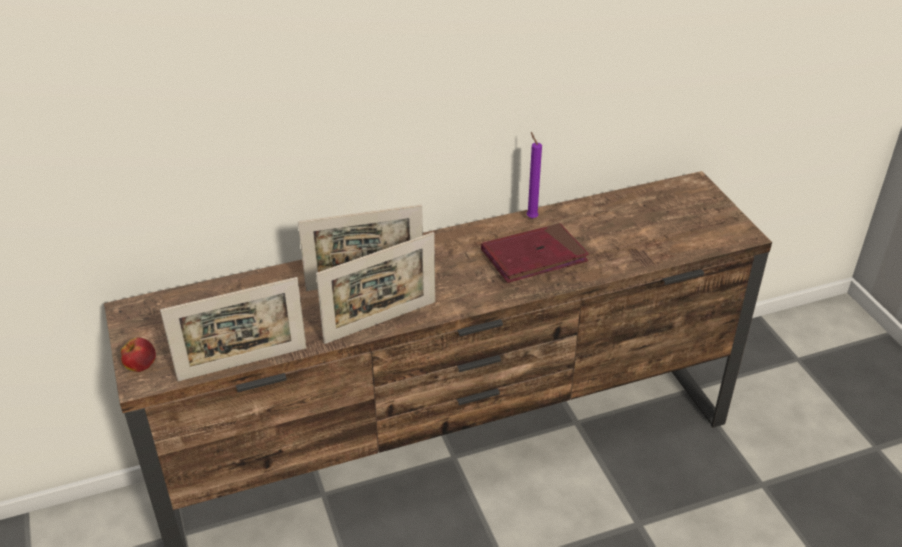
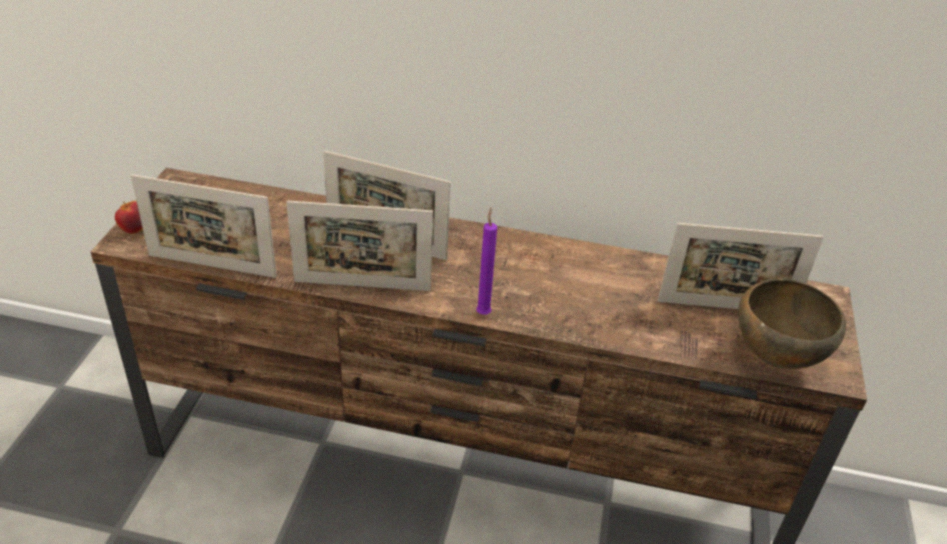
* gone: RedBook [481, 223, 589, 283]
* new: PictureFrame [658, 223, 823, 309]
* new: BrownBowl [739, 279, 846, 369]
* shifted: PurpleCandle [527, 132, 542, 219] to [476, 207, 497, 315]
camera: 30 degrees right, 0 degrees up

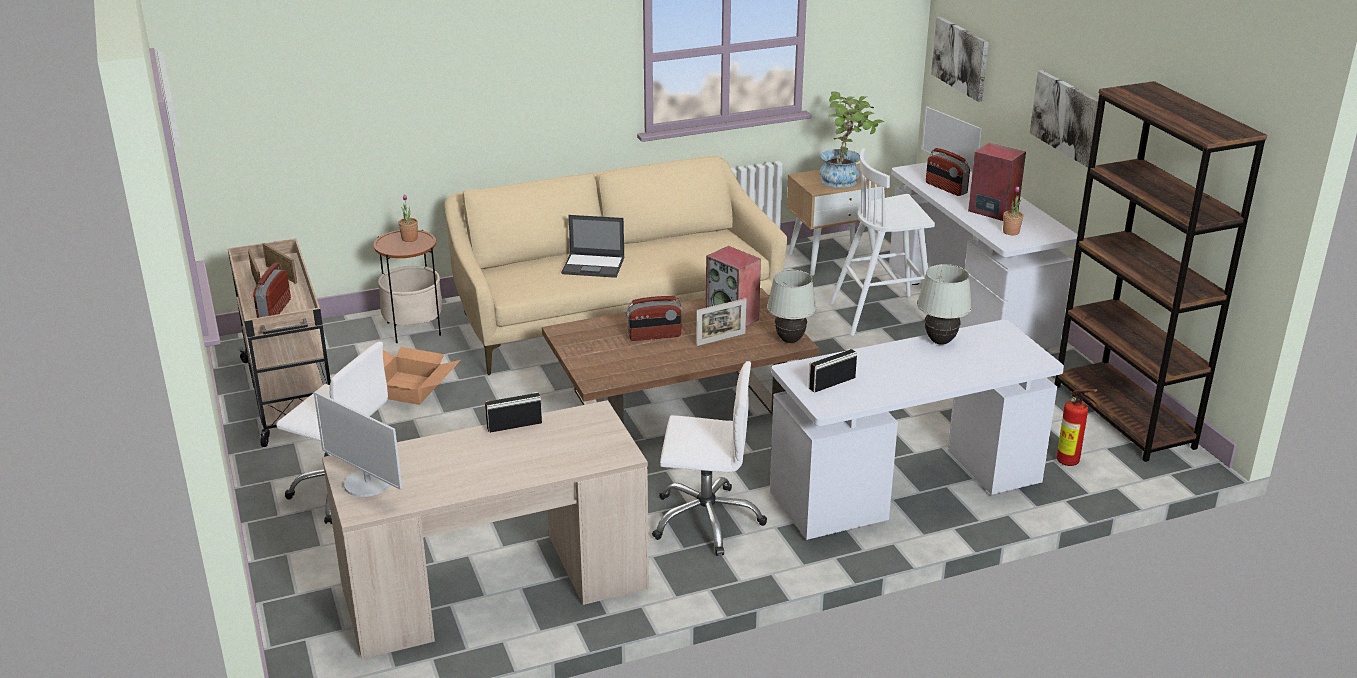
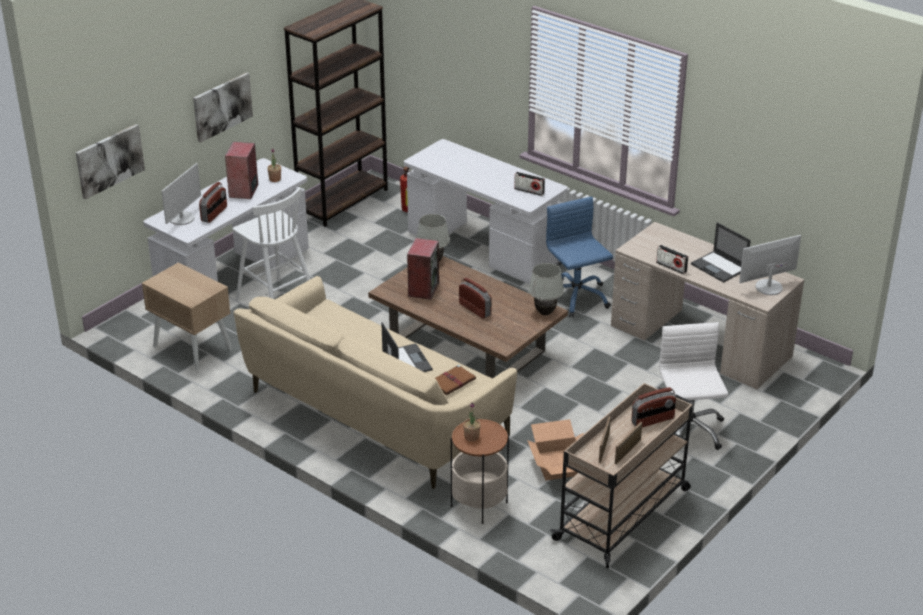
* gone: PictureFrame [696, 298, 747, 346]
* gone: PottedPlant [820, 92, 884, 188]
* new: BrownBook [435, 365, 476, 395]
* new: Laptop [691, 223, 751, 283]
* shifted: WhiteTableLamp [917, 264, 972, 345] to [528, 263, 564, 315]
* repainted: WhiteOfficeChair [652, 361, 767, 556] to BlueOfficeChair [546, 197, 613, 318]
* rotated: Monitor [314, 391, 402, 497] = [739, 235, 801, 295] 120 degrees counterclockwise
camera: 120 degrees left, 5 degrees up

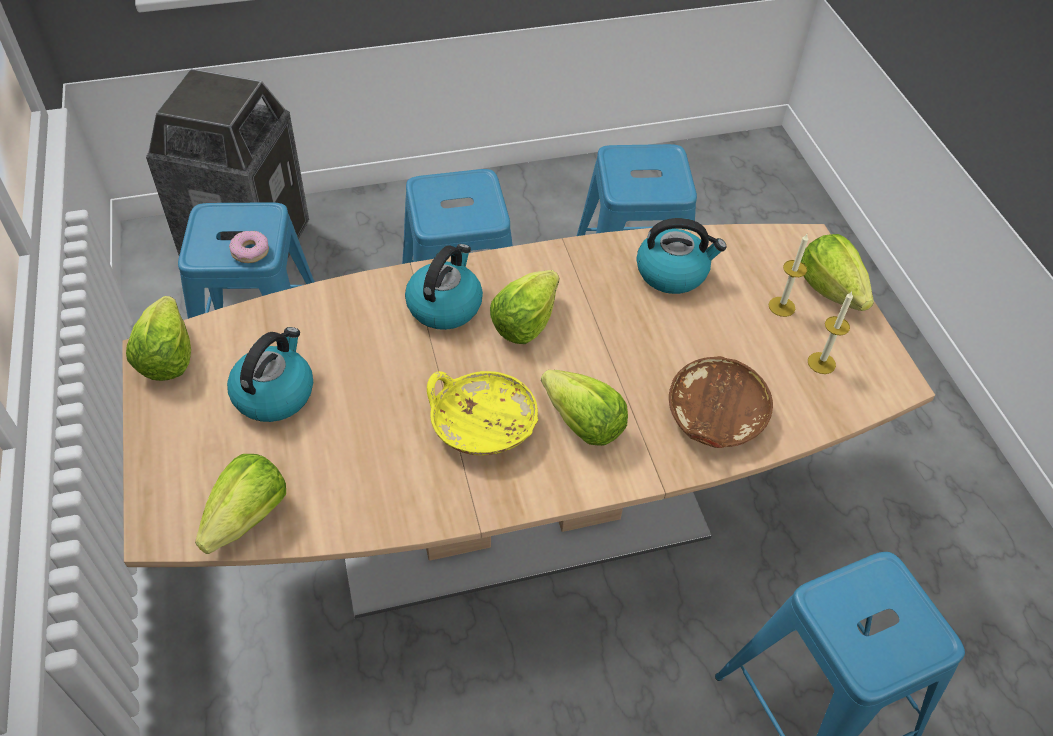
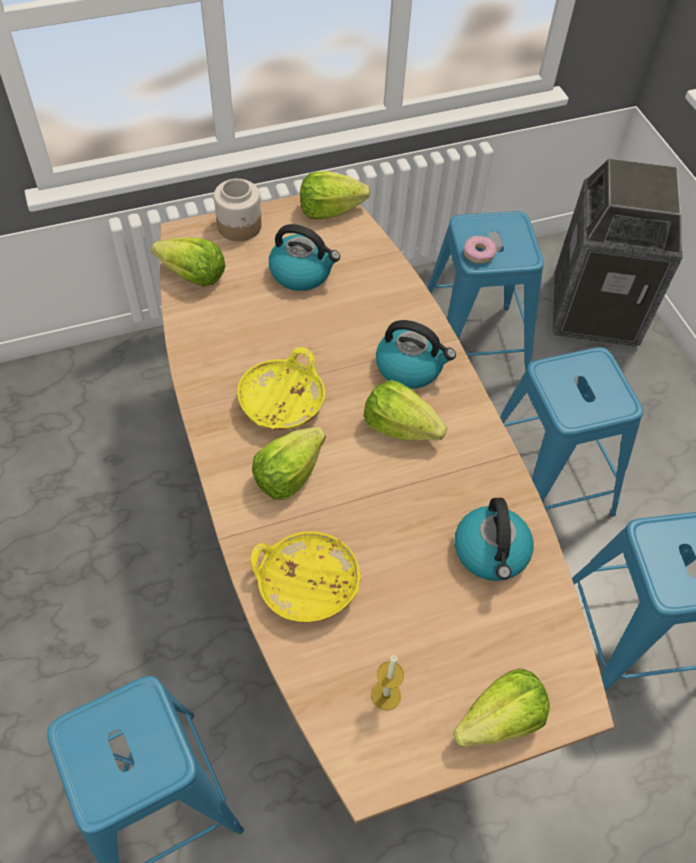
* gone: Candle [768, 234, 808, 317]
* new: Jar [214, 179, 262, 241]
* repainted: BrownBowl [669, 356, 773, 448] to YellowBowl [250, 531, 361, 623]
camera: 85 degrees right, 5 degrees up

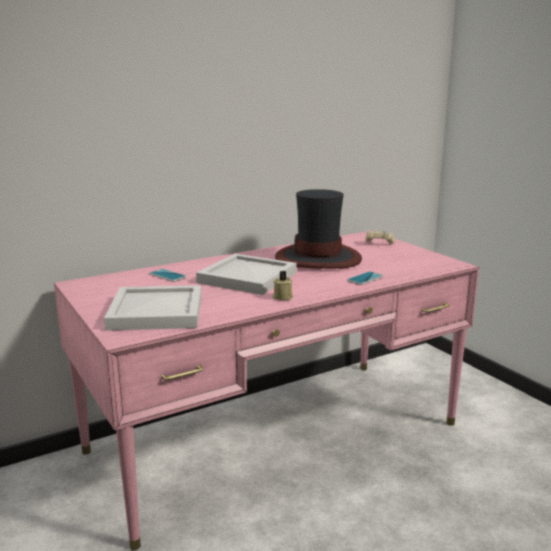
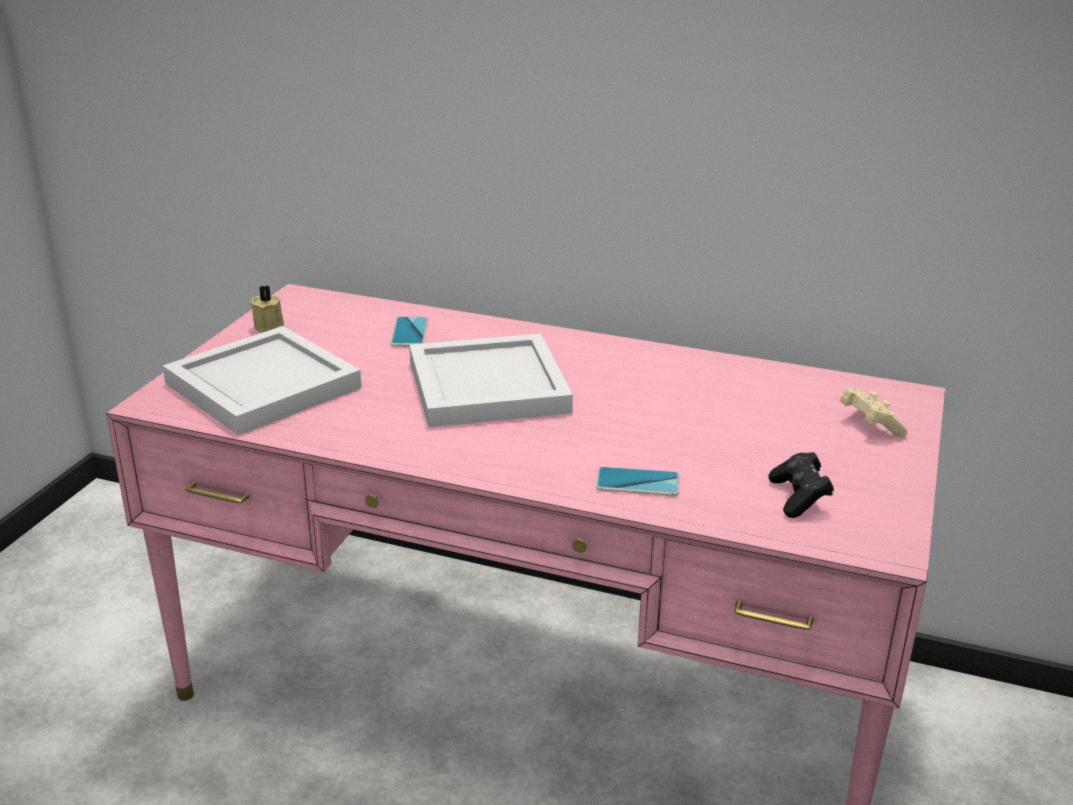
* gone: Hat [275, 189, 362, 269]
* new: BlackGameController [768, 452, 834, 518]
* shifted: BeigeCandle [273, 271, 293, 300] to [250, 286, 284, 333]
camera: 50 degrees right, 10 degrees up

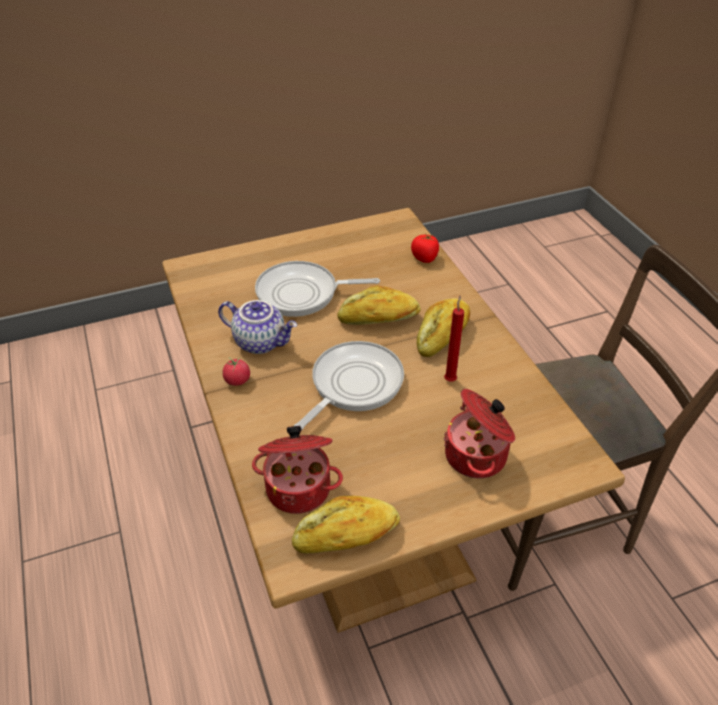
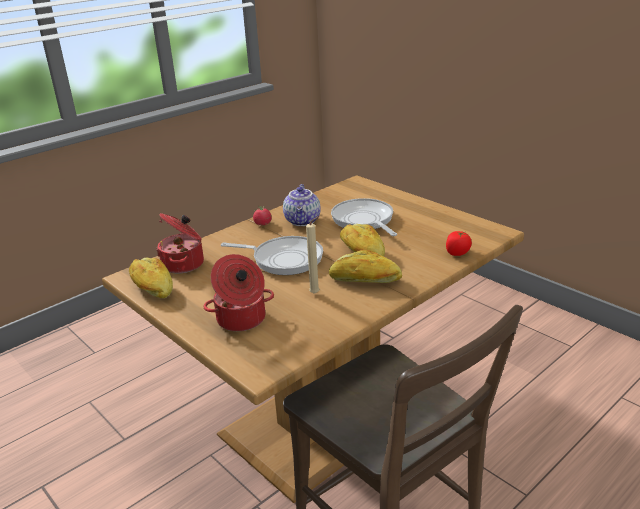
* repainted: RedCandle [444, 295, 464, 381] to BeigeCandle [306, 216, 320, 294]
camera: 70 degrees right, 15 degrees down

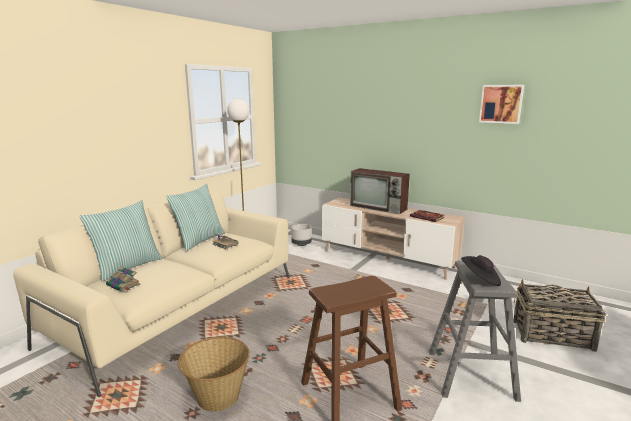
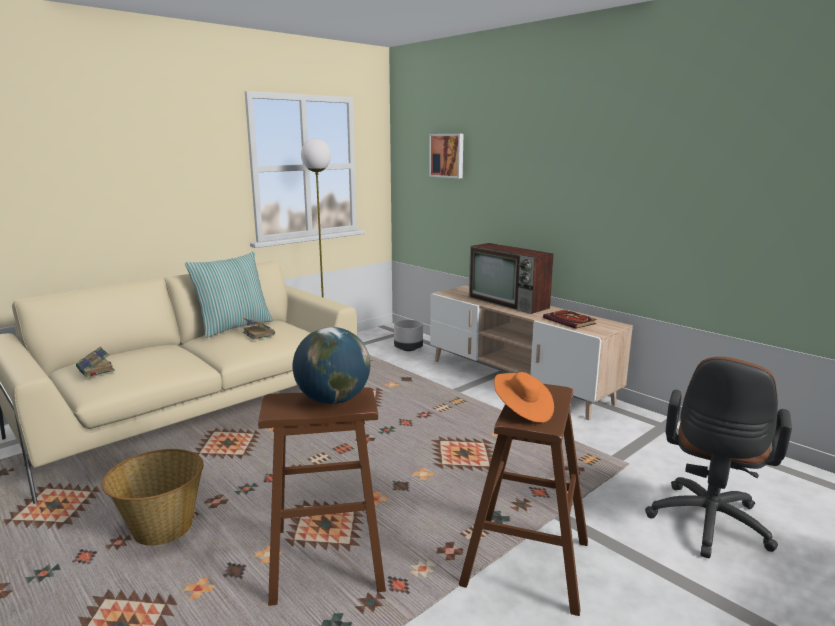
* gone: Pillow [79, 200, 163, 282]
* new: Globe [292, 327, 370, 404]
* shifted: Picture [479, 85, 524, 124] to [429, 134, 463, 178]
* swapped: Basket [514, 279, 606, 352] to BrownOfficeChair [645, 357, 792, 558]
* repainted: GreyStool [429, 261, 521, 402] to BrownStool [459, 384, 588, 616]
* repainted: BlackHat [461, 255, 501, 286] to OrangeHat [494, 372, 554, 423]
camera: 15 degrees right, 0 degrees up

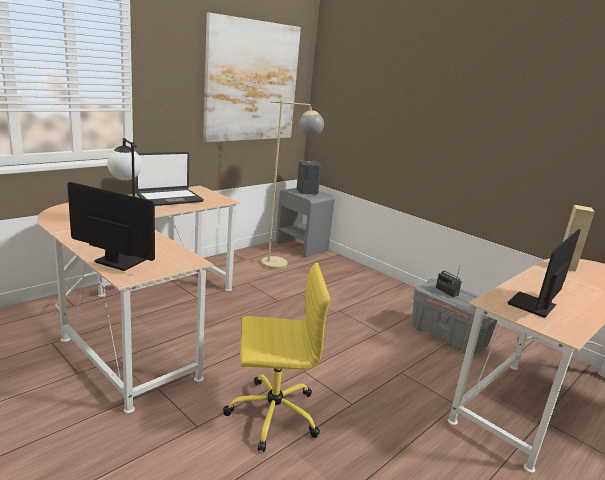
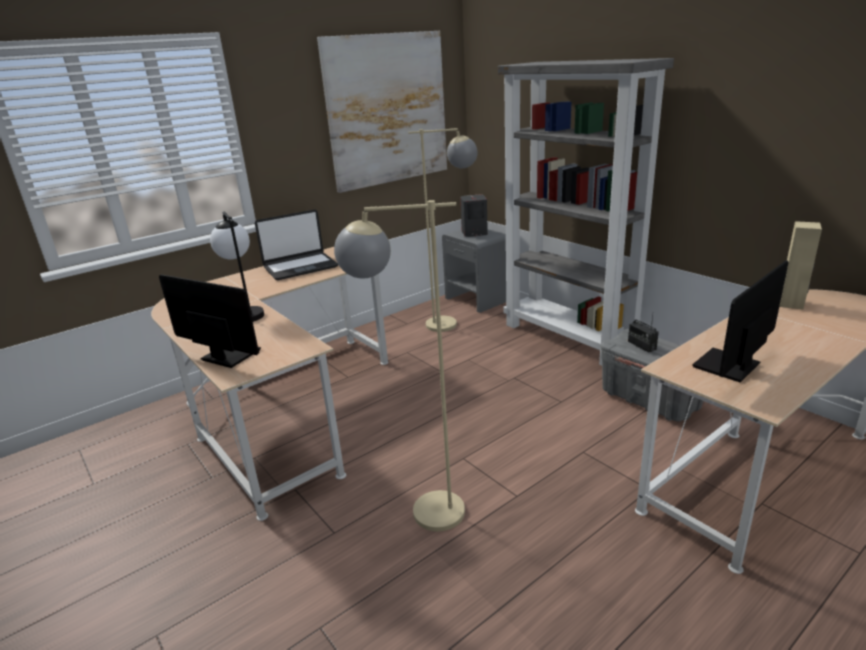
* new: GreyBookcase [498, 58, 674, 366]
* swapped: YellowOfficeChair [223, 263, 330, 452] to BeigeFloorLamp [334, 200, 465, 531]
camera: 10 degrees right, 5 degrees up

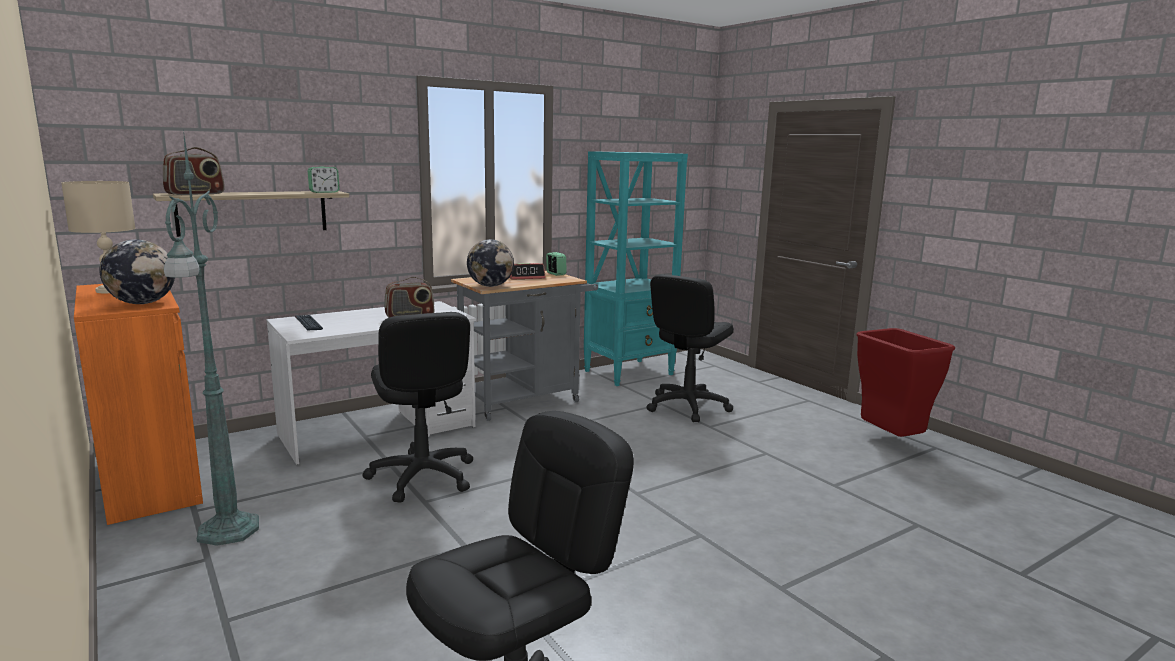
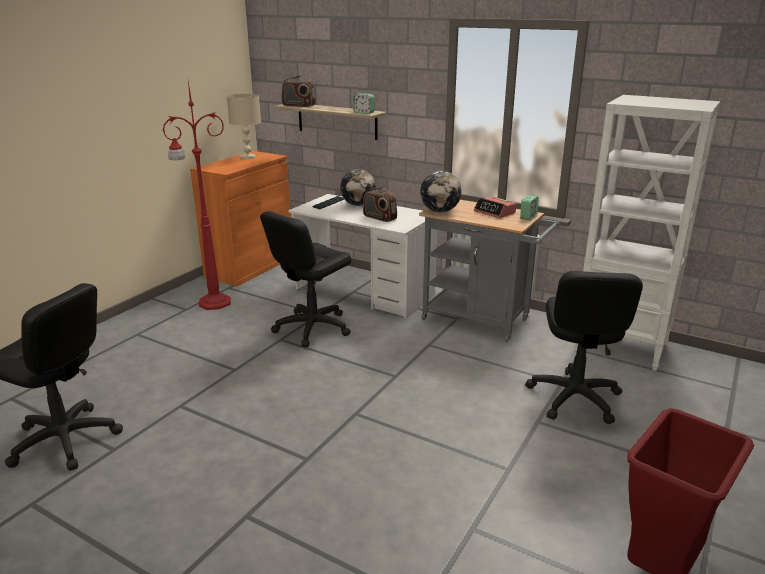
* shifted: Globe [99, 239, 175, 304] to [340, 169, 376, 206]
* repainted: GreenFloorLamp [164, 130, 259, 546] to RedFloorLamp [163, 81, 231, 310]
* repainted: TurquoiseBookcase [584, 151, 688, 386] to WhiteBookcase [573, 95, 720, 371]
* rotated: BlackOfficeChair [646, 274, 734, 422] = [525, 271, 643, 424] 90 degrees counterclockwise
camera: 65 degrees right, 10 degrees up

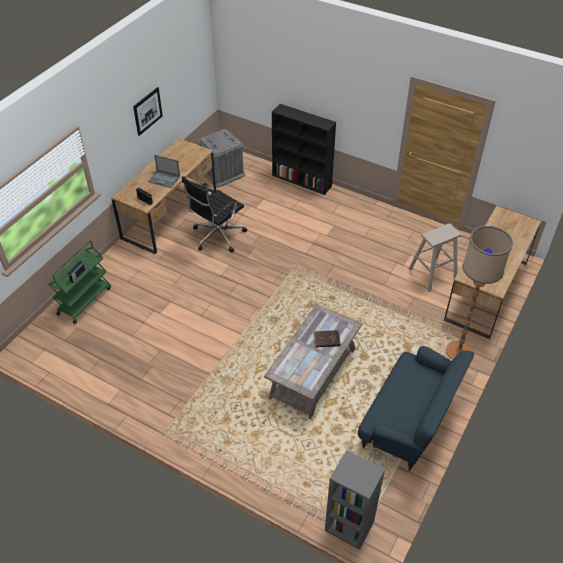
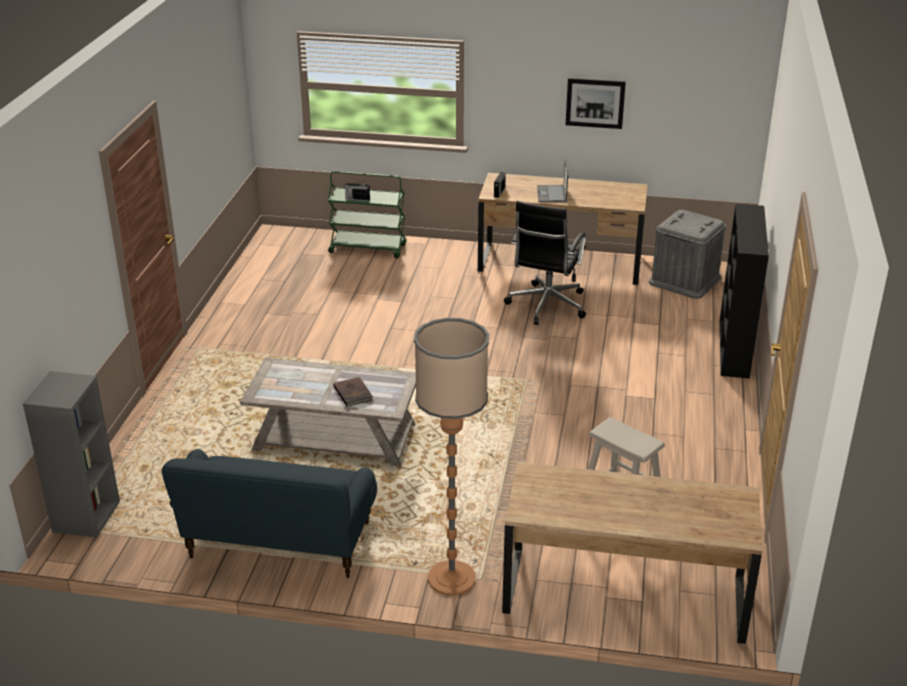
* rotated: BlackOfficeChair [182, 176, 247, 252] = [504, 201, 586, 325] 90 degrees counterclockwise
camera: 70 degrees right, 15 degrees down

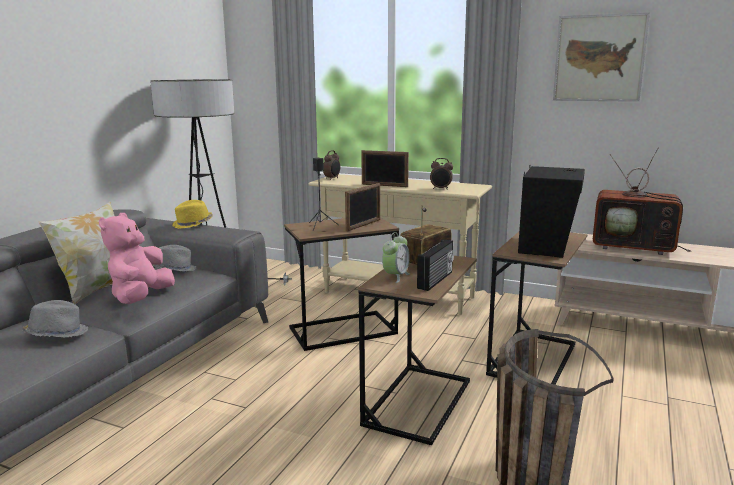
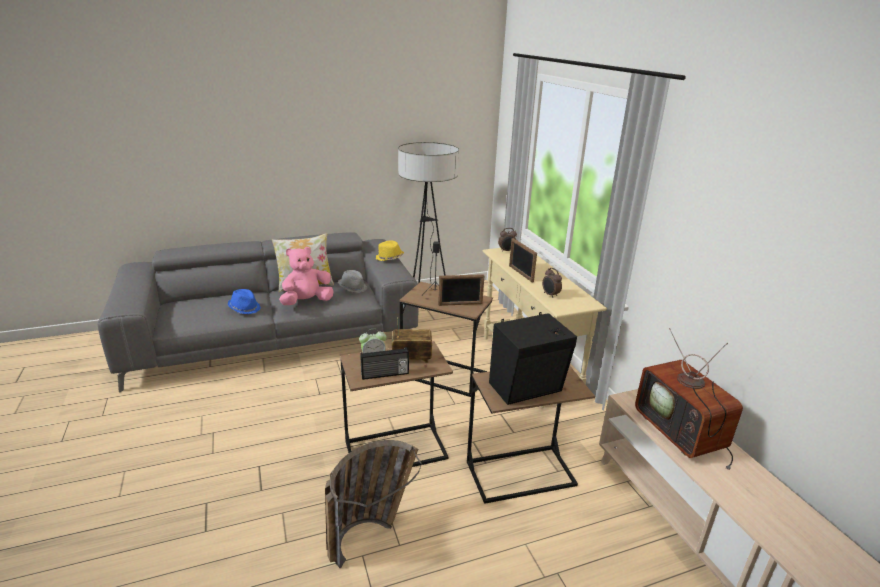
* gone: Picture [553, 13, 650, 102]
* repainted: GreyHat [21, 300, 89, 338] to BlueHat [228, 289, 261, 314]
camera: 45 degrees right, 10 degrees up

